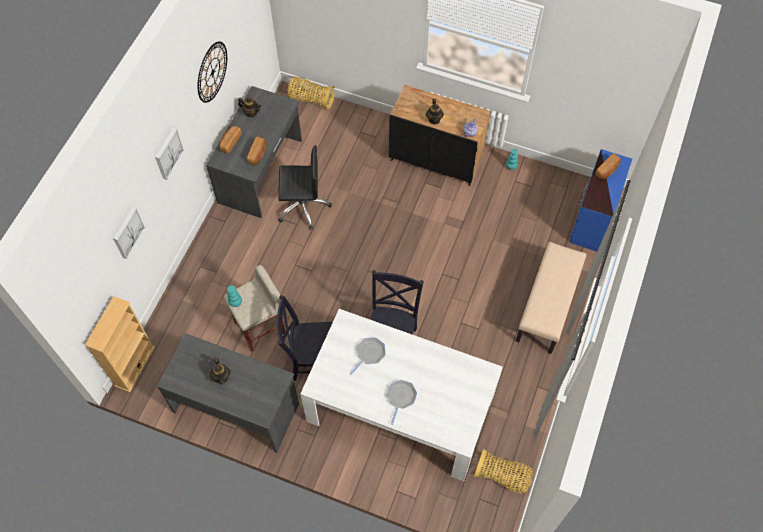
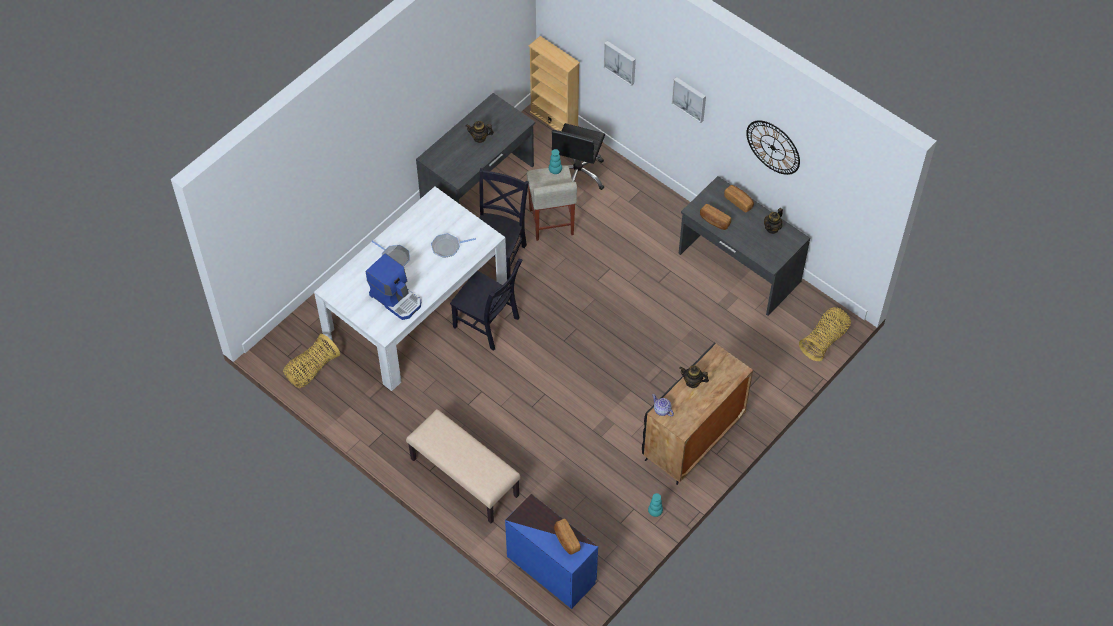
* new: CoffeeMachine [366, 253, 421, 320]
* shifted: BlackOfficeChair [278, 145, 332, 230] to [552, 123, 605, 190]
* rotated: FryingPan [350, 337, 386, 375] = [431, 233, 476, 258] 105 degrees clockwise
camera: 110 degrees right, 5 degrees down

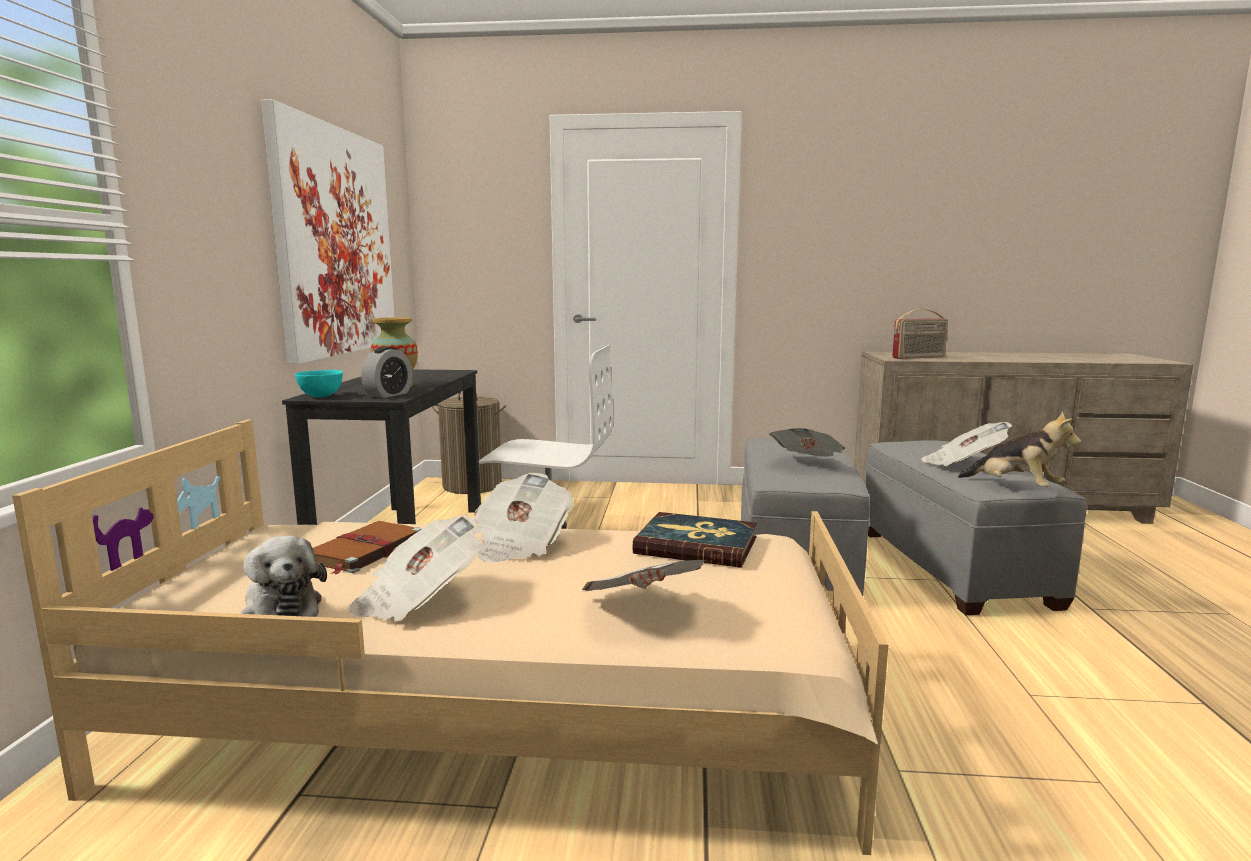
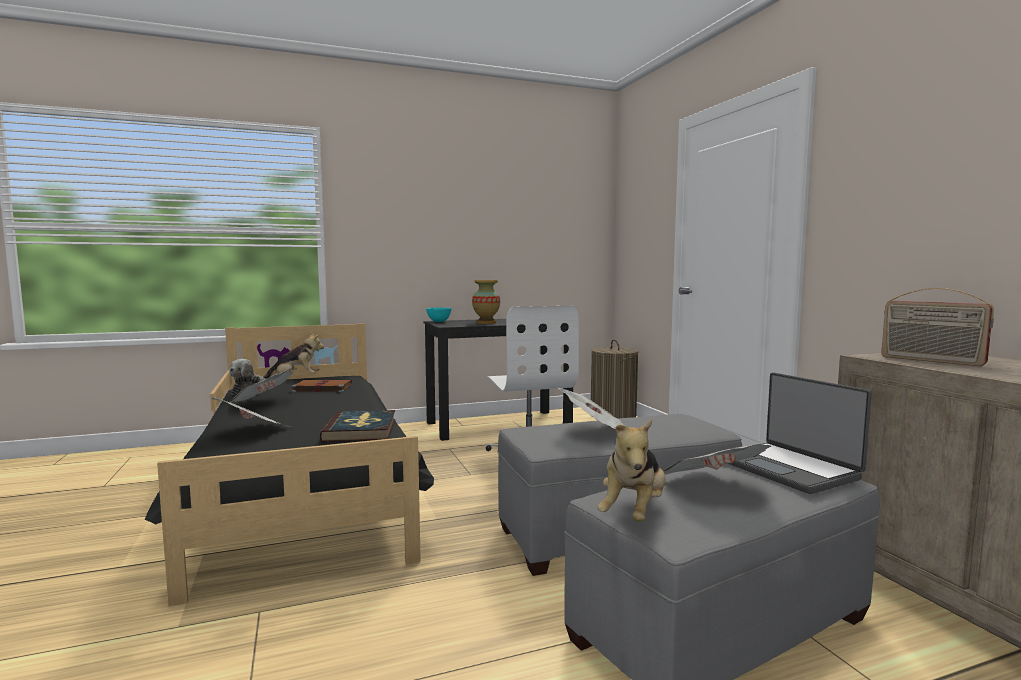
* gone: Picture [261, 99, 395, 364]
* gone: AlarmClock [361, 347, 412, 398]
* gone: Newspaper [474, 473, 574, 562]
* new: PlushToy [263, 332, 324, 379]
* new: Laptop [727, 373, 872, 494]
* repainted: BeigeBed [12, 420, 889, 855] to BlackBed [145, 323, 434, 606]
camera: 65 degrees right, 5 degrees down

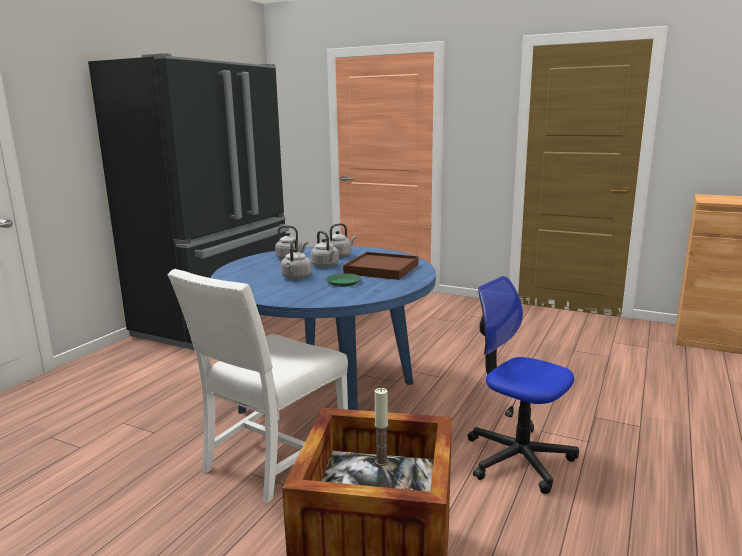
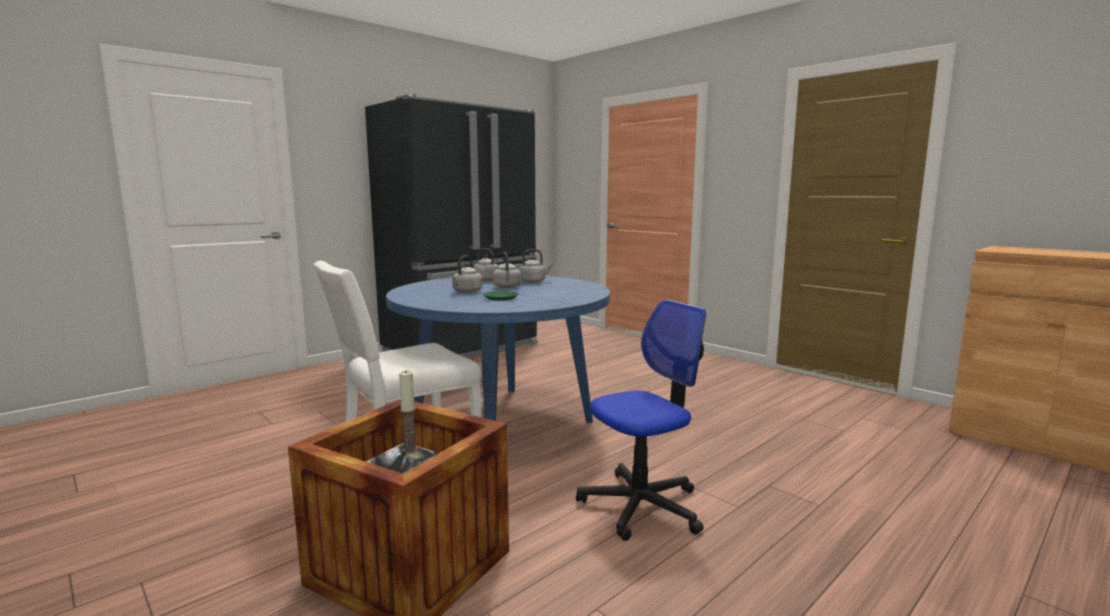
* gone: BrownTray [343, 252, 419, 280]
* rotated: OfficeChair [467, 276, 579, 494] = [576, 300, 706, 541] 90 degrees clockwise
camera: 20 degrees right, 5 degrees down

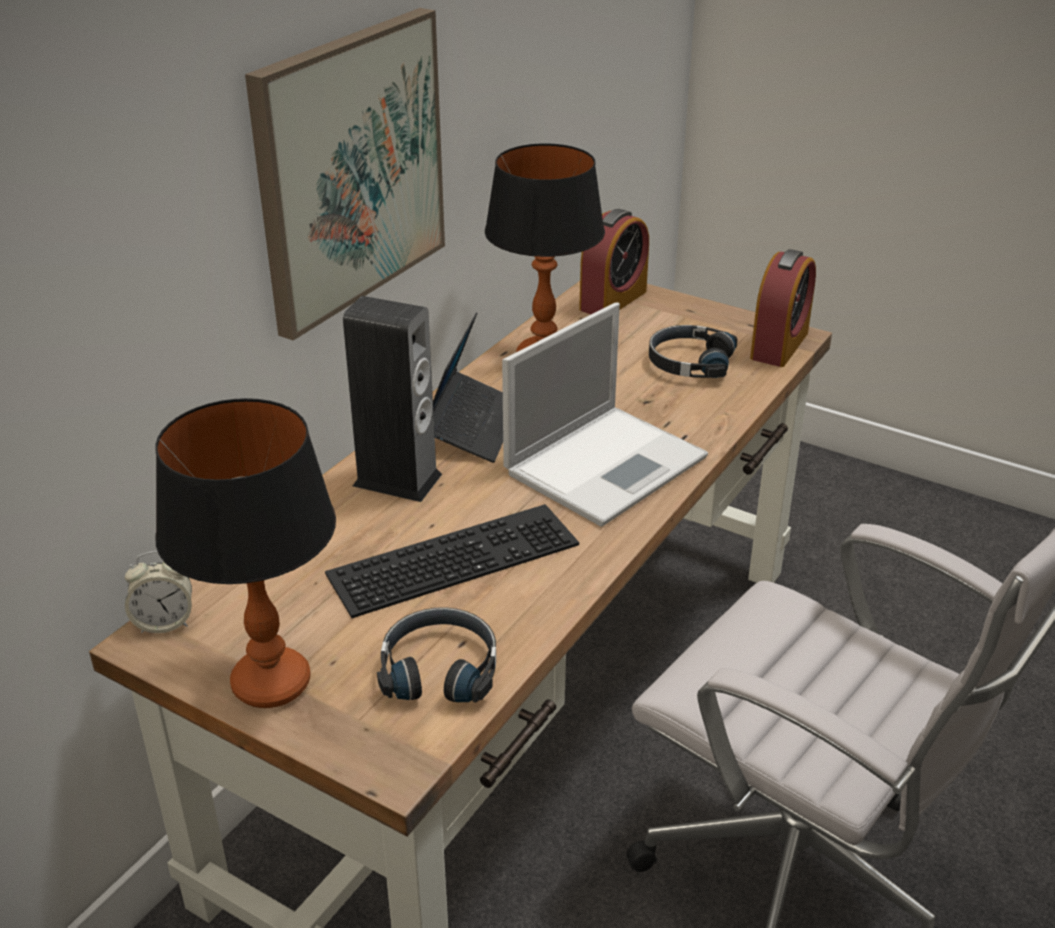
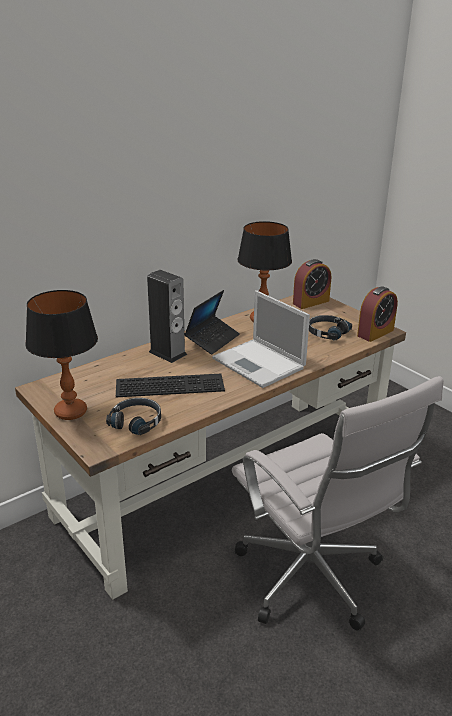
* gone: AlarmClock [125, 551, 192, 634]
* gone: Picture [245, 8, 445, 341]
* rotated: Laptop [502, 303, 708, 527] = [212, 290, 310, 388] 75 degrees clockwise
camera: 20 degrees right, 5 degrees down

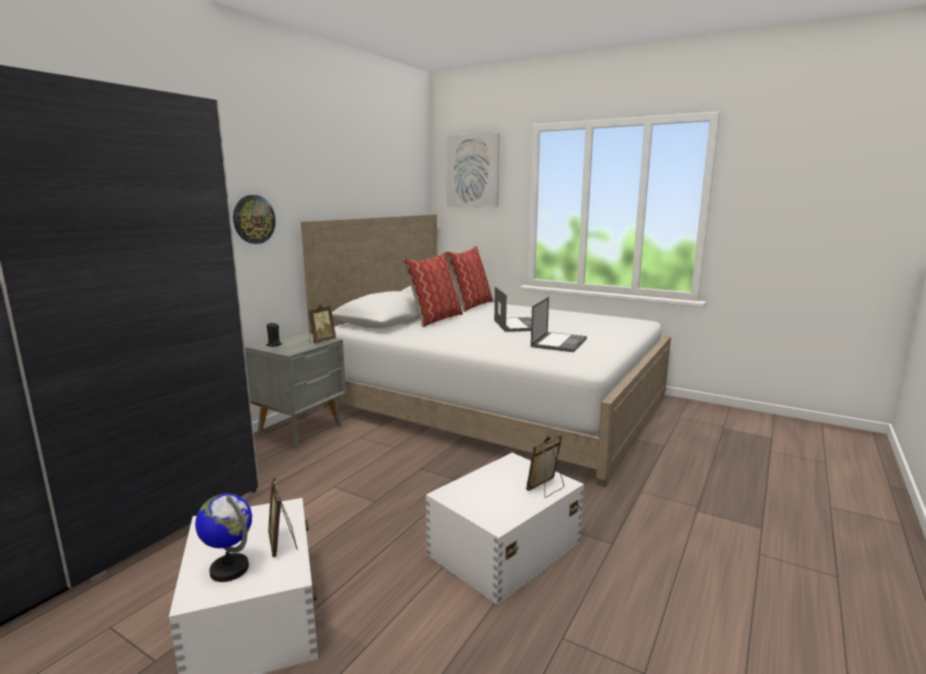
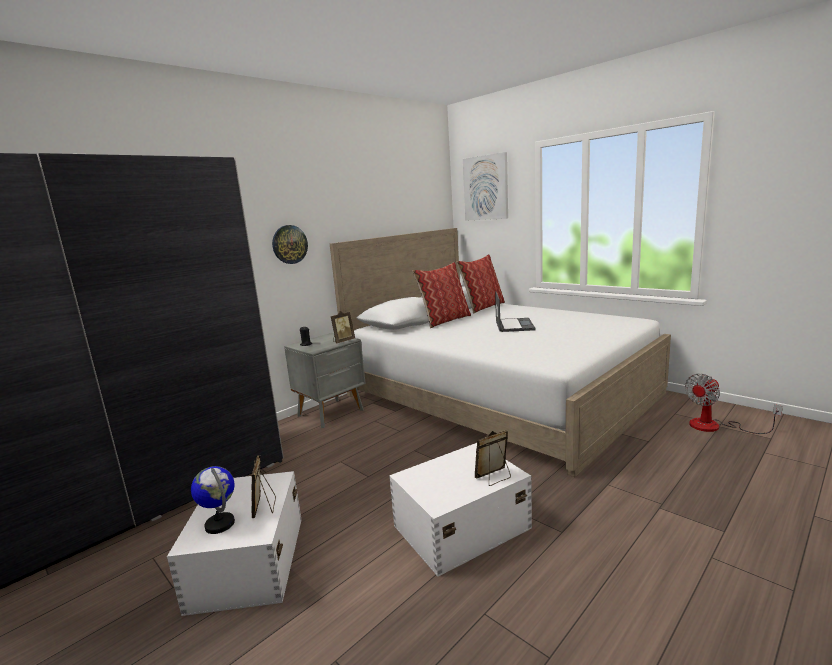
* gone: Laptop [531, 297, 587, 352]
* new: Fan [685, 374, 783, 434]
camera: 15 degrees right, 0 degrees up

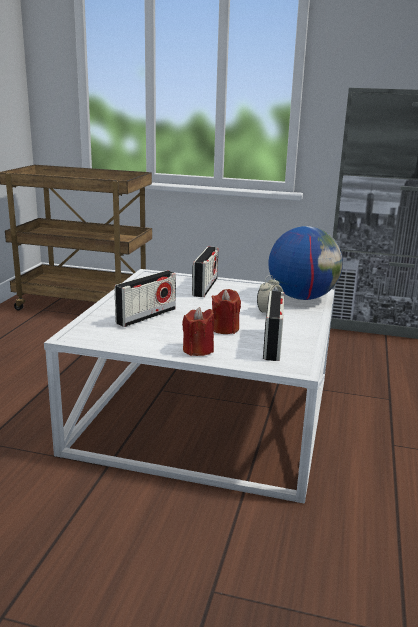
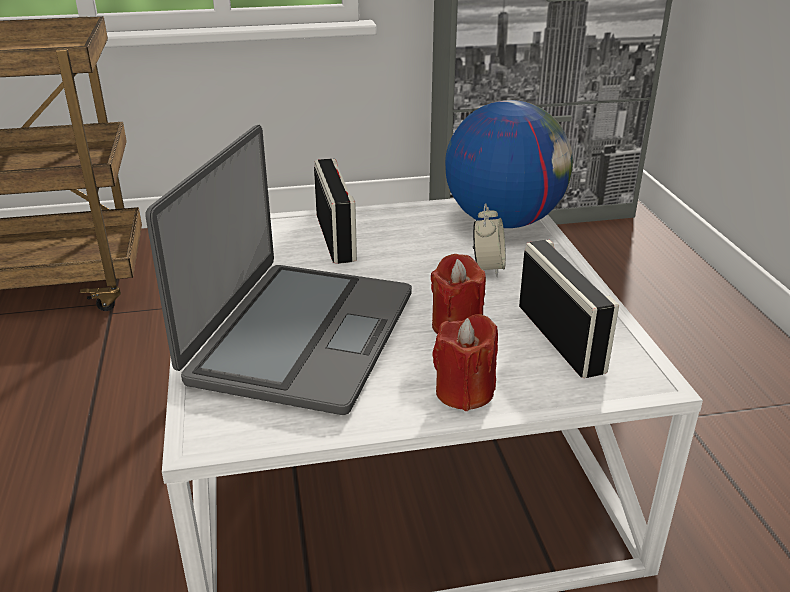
* swapped: Radio [115, 270, 176, 327] to Laptop [145, 125, 412, 415]
camera: 25 degrees left, 10 degrees up

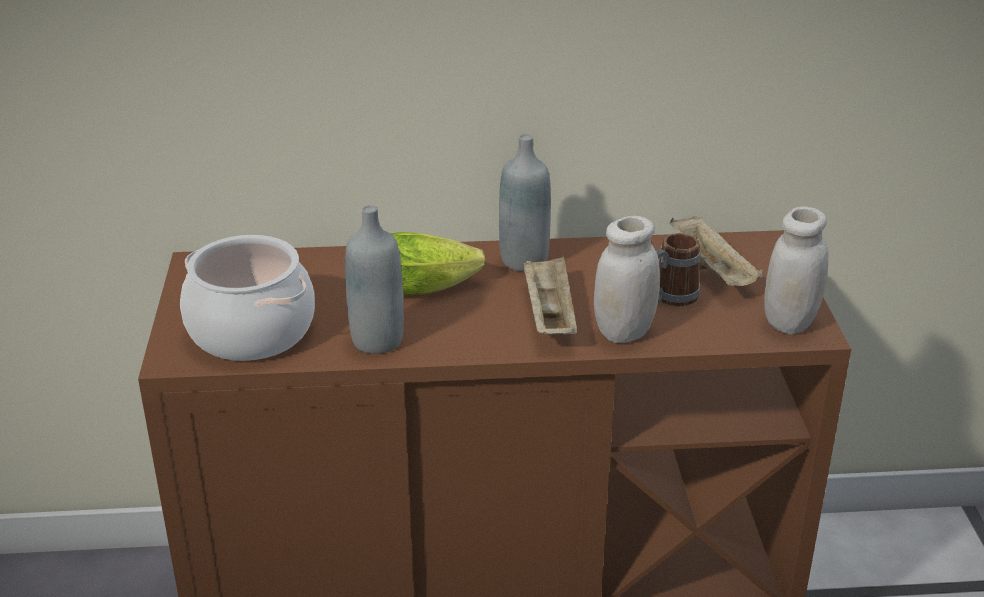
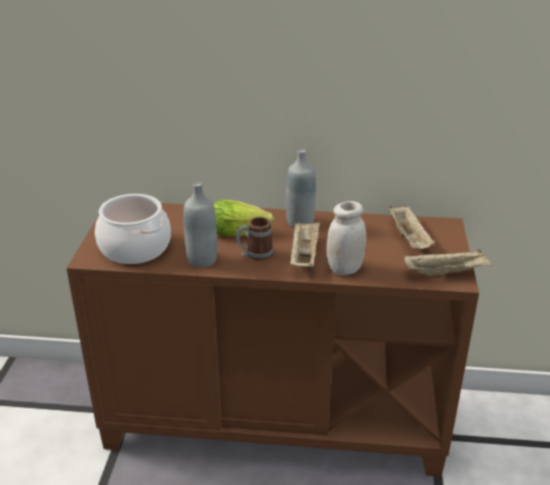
* shifted: Mug [656, 233, 701, 306] to [236, 217, 274, 261]
* swapped: WhiteJar [764, 206, 828, 334] to BeigeTray [404, 249, 493, 278]
camera: 10 degrees right, 0 degrees up

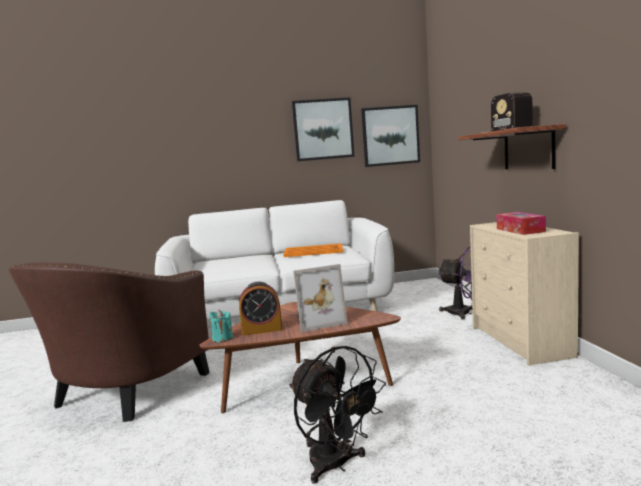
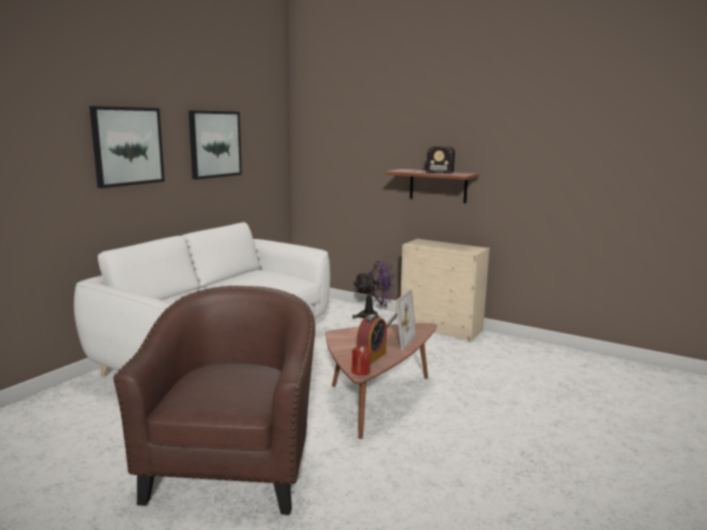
* gone: OrangeTray [283, 243, 343, 257]
* gone: BlackFan [289, 346, 386, 484]
* gone: TissueBox [496, 212, 546, 235]
* shifted: Picture [361, 105, 420, 167] to [89, 106, 165, 188]
* repainted: TurquoiseCandle [209, 310, 233, 342] to RedCandle [351, 346, 372, 376]
* rotated: BrownArmchair [9, 263, 210, 422] = [114, 285, 315, 515] 150 degrees counterclockwise
camera: 50 degrees left, 5 degrees up

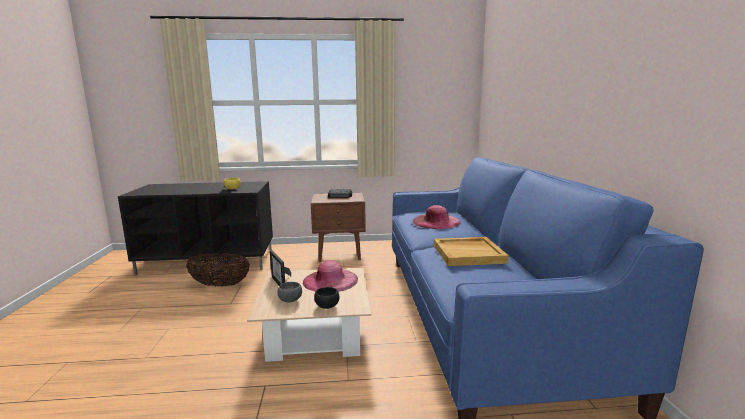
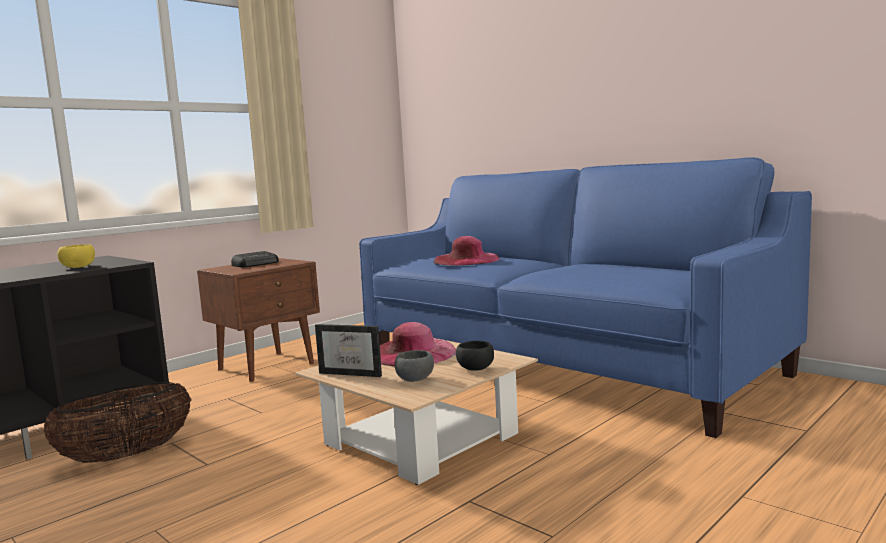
* gone: BeigeTray [434, 237, 509, 266]
camera: 40 degrees left, 5 degrees down

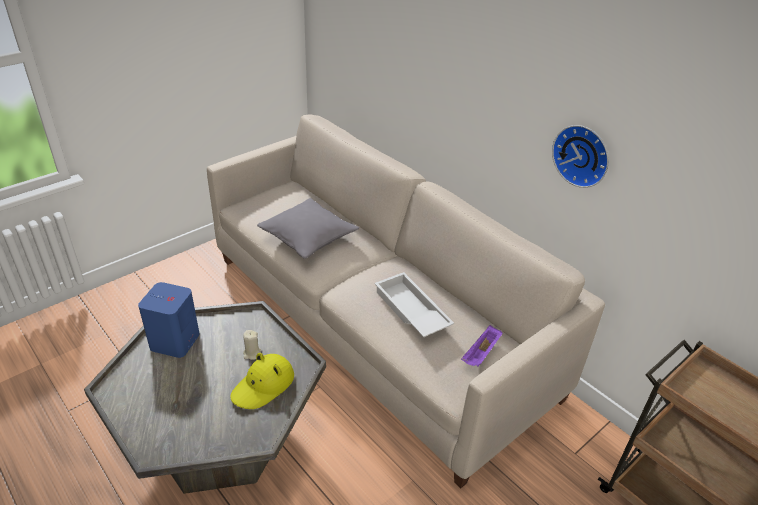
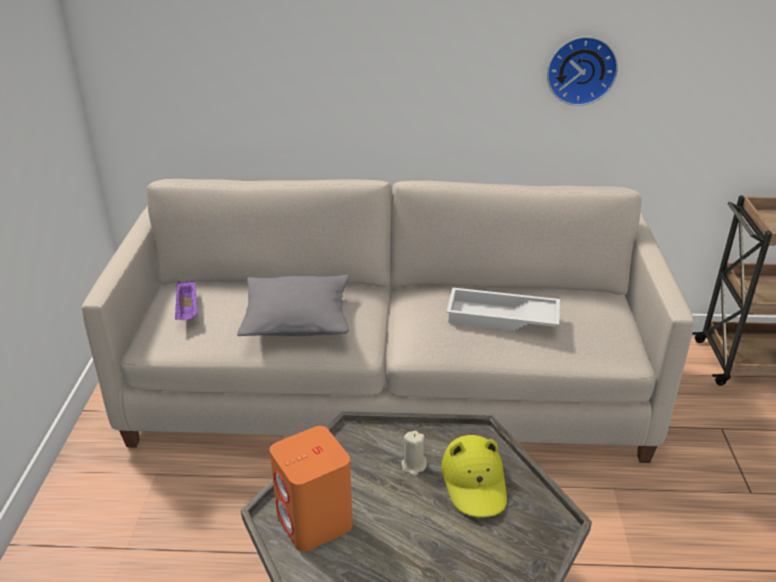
* shifted: PurpleTray [461, 325, 503, 367] to [175, 281, 197, 320]
* repainted: BlueSpeaker [138, 282, 199, 358] to OrangeSpeaker [270, 426, 352, 552]
camera: 45 degrees left, 5 degrees down

